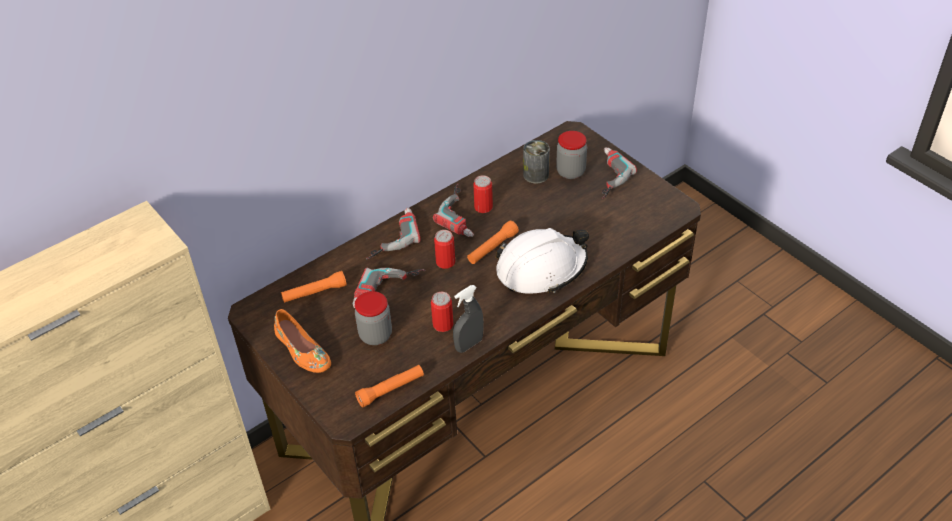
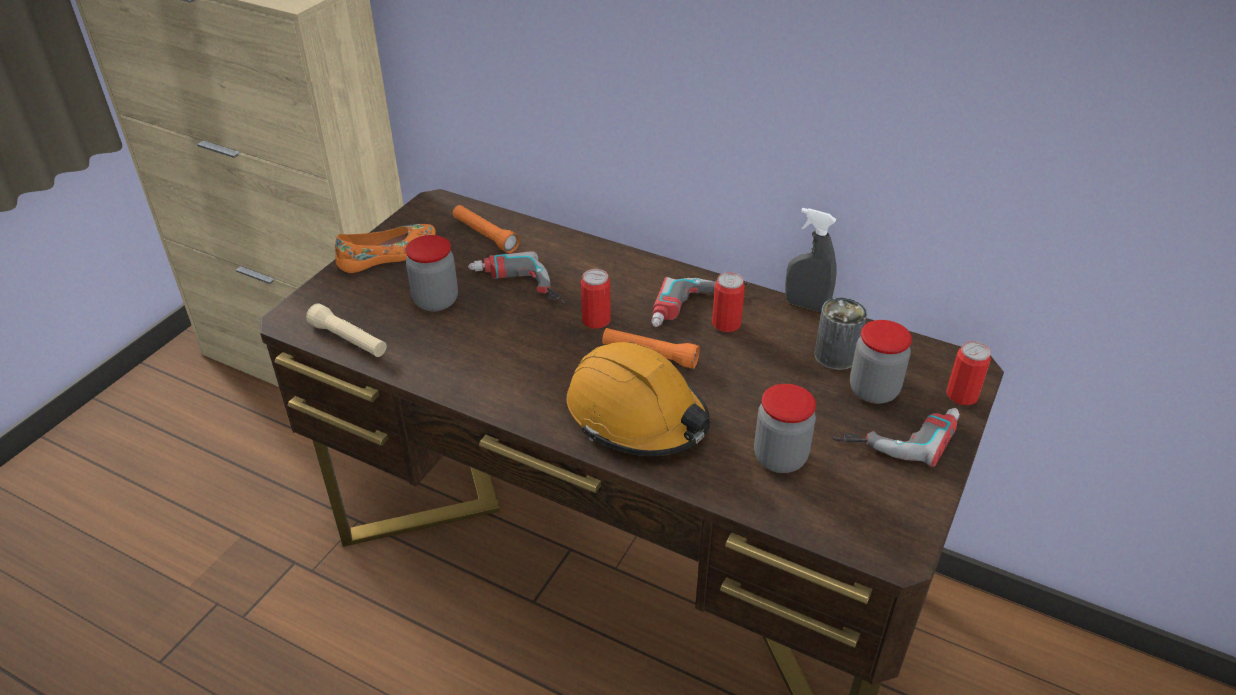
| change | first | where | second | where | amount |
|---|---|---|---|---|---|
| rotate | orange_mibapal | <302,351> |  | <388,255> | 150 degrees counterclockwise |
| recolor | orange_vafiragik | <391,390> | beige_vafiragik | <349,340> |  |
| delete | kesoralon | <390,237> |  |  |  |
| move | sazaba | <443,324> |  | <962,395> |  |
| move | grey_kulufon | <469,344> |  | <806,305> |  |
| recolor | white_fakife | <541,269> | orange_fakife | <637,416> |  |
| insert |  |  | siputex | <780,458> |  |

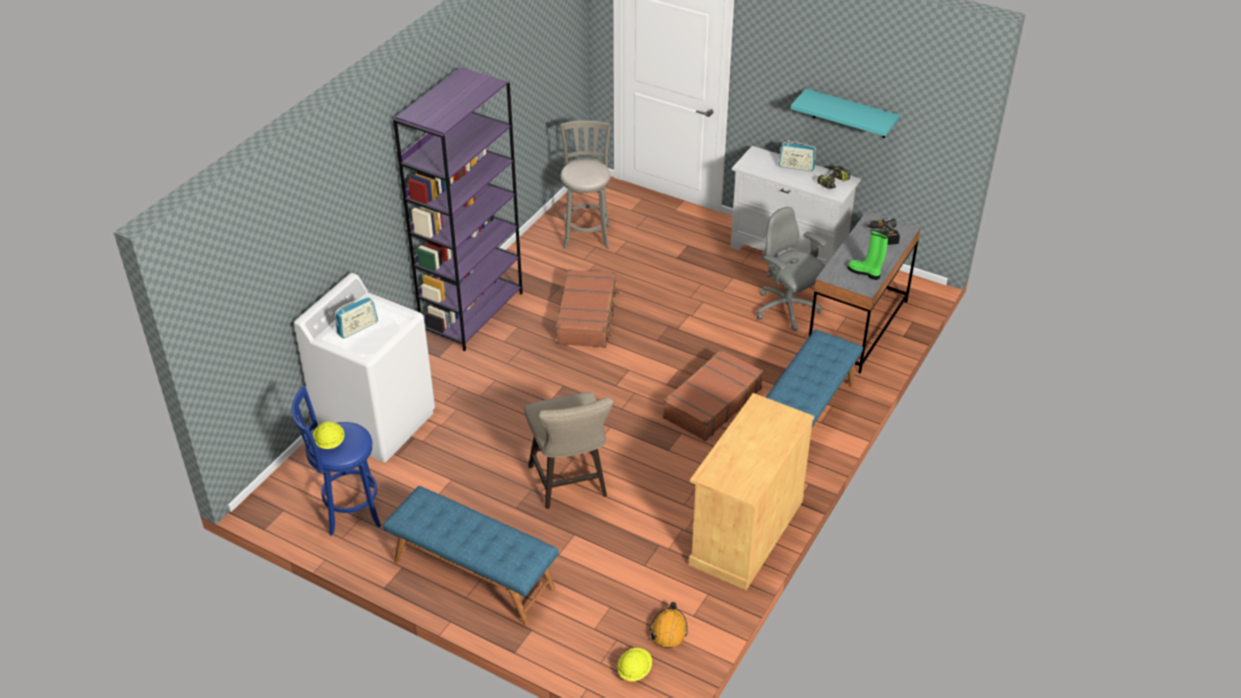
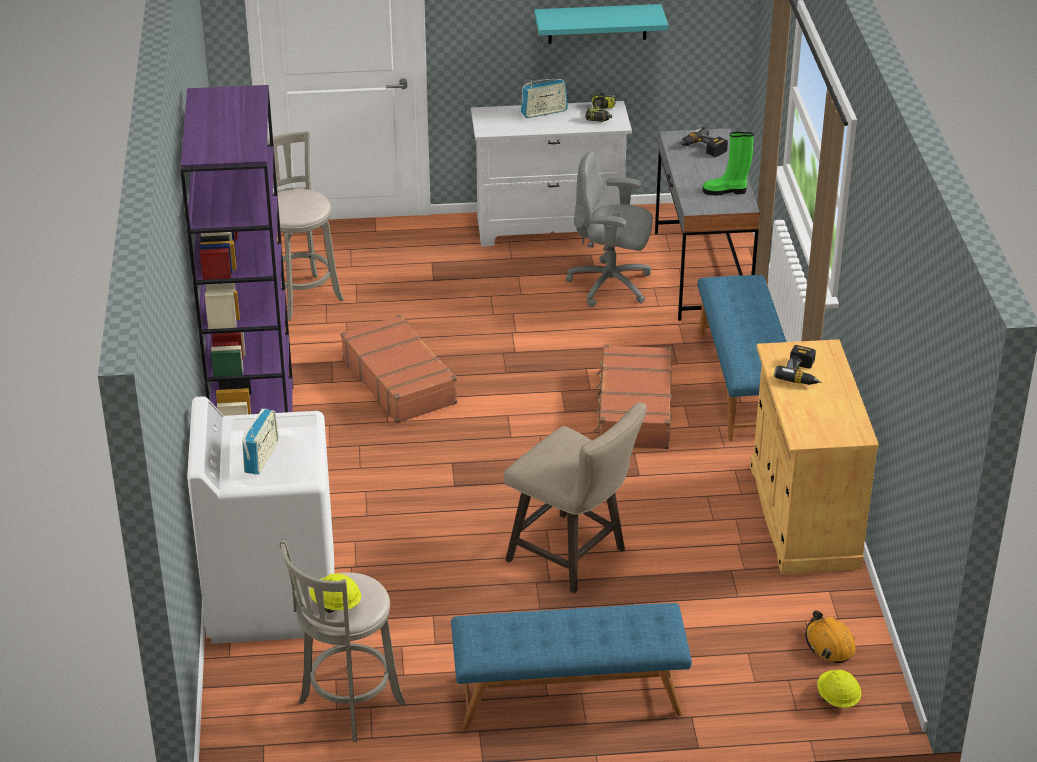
| change | first | where | second | where | amount |
|---|---|---|---|---|---|
| recolor | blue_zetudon | <348,511> | grey_zetudon | <347,706> |  |
| insert |  |  | kesoralon | <802,373> |  |

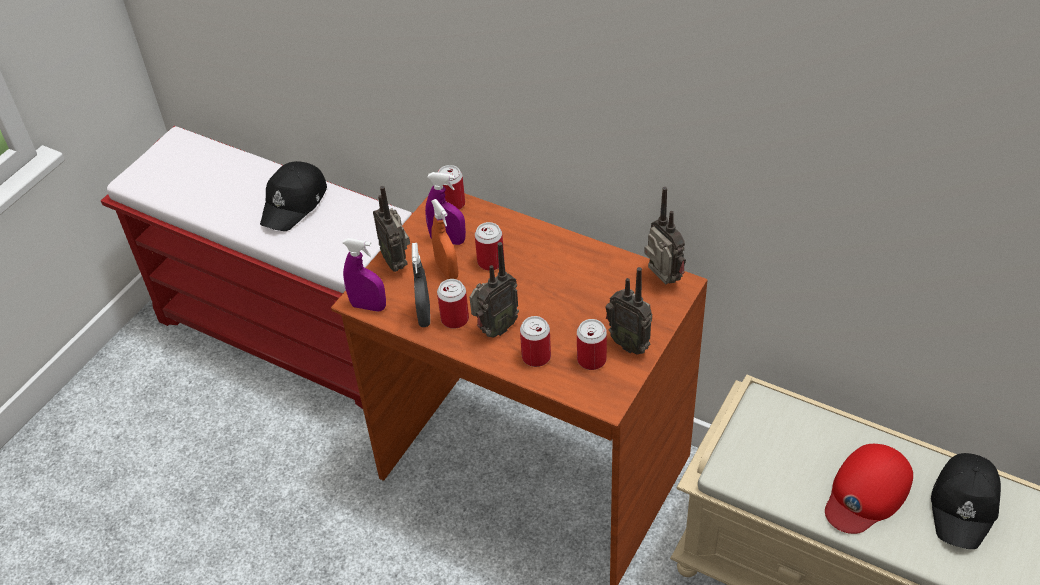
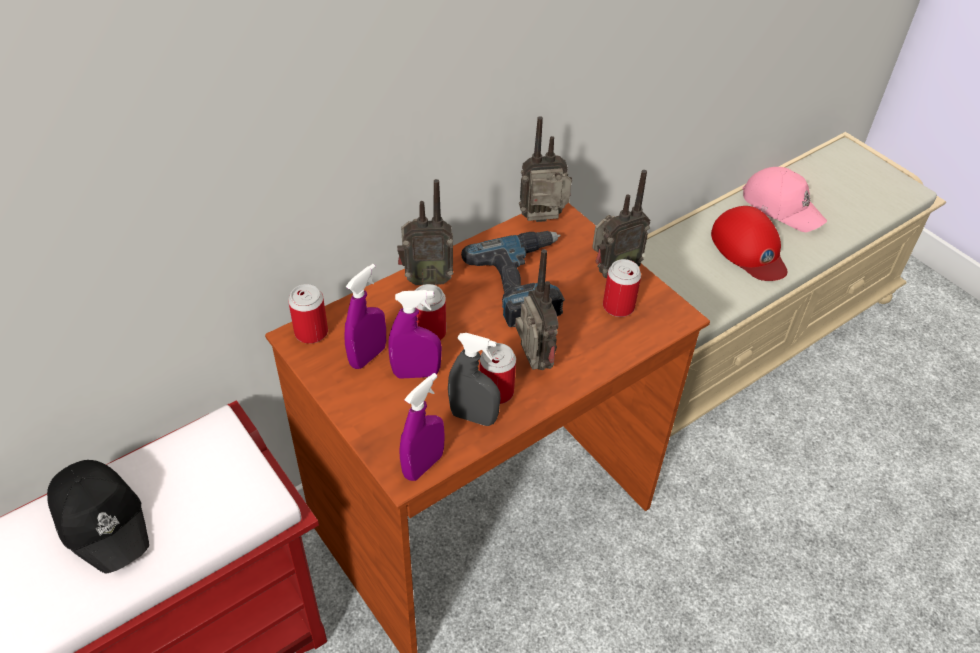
| change | first | where | second | where | amount |
|---|---|---|---|---|---|
| move | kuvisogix | <397,262> |  | <426,280> |  |
| recolor | orange_kulufon | <447,271> | purple_kulufon | <416,373> |  |
| delete | sazaba | <536,356> |  |  |  |
| recolor | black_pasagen | <964,505> | pink_pasagen | <782,207> |  |
| insert |  |  | kesoralon | <525,283> |  |

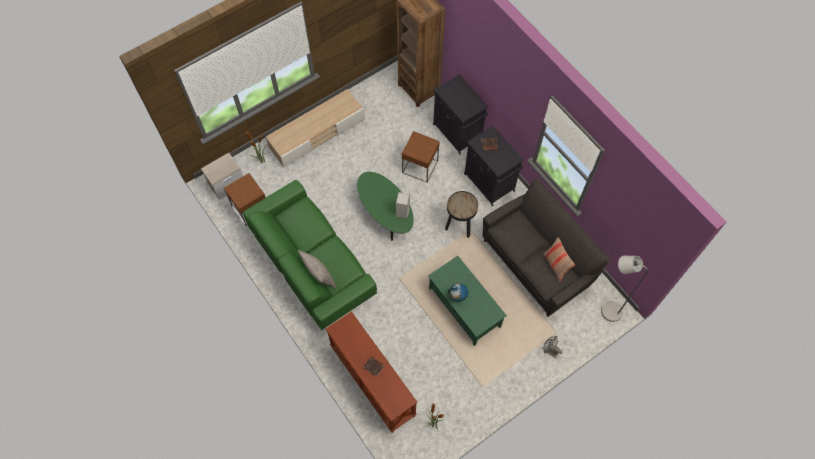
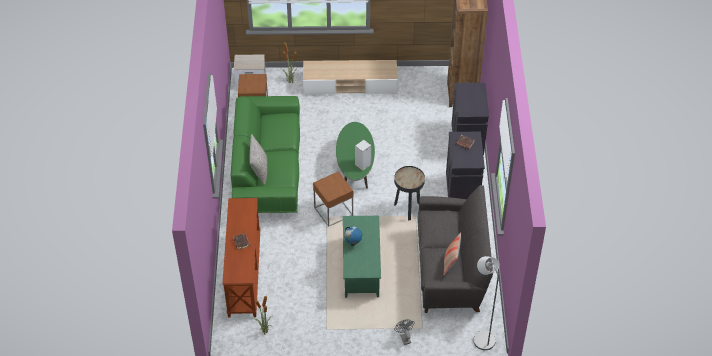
| change | first | where | second | where | amount |
|---|---|---|---|---|---|
| move | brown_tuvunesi | <420,166> |  | <333,211> |  |

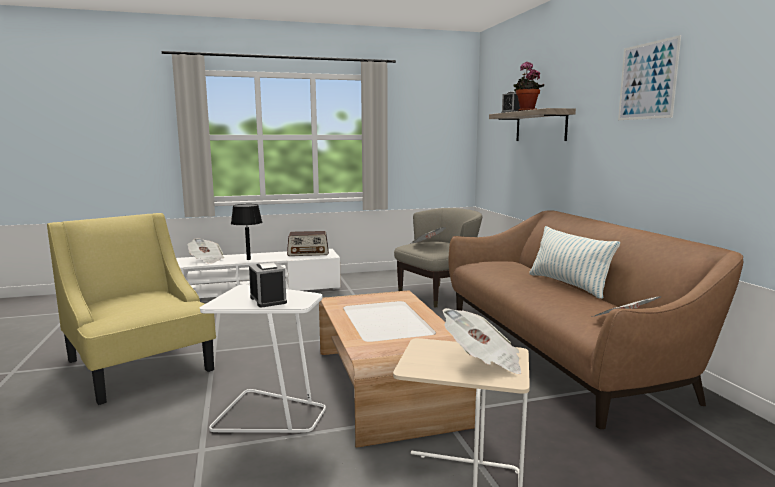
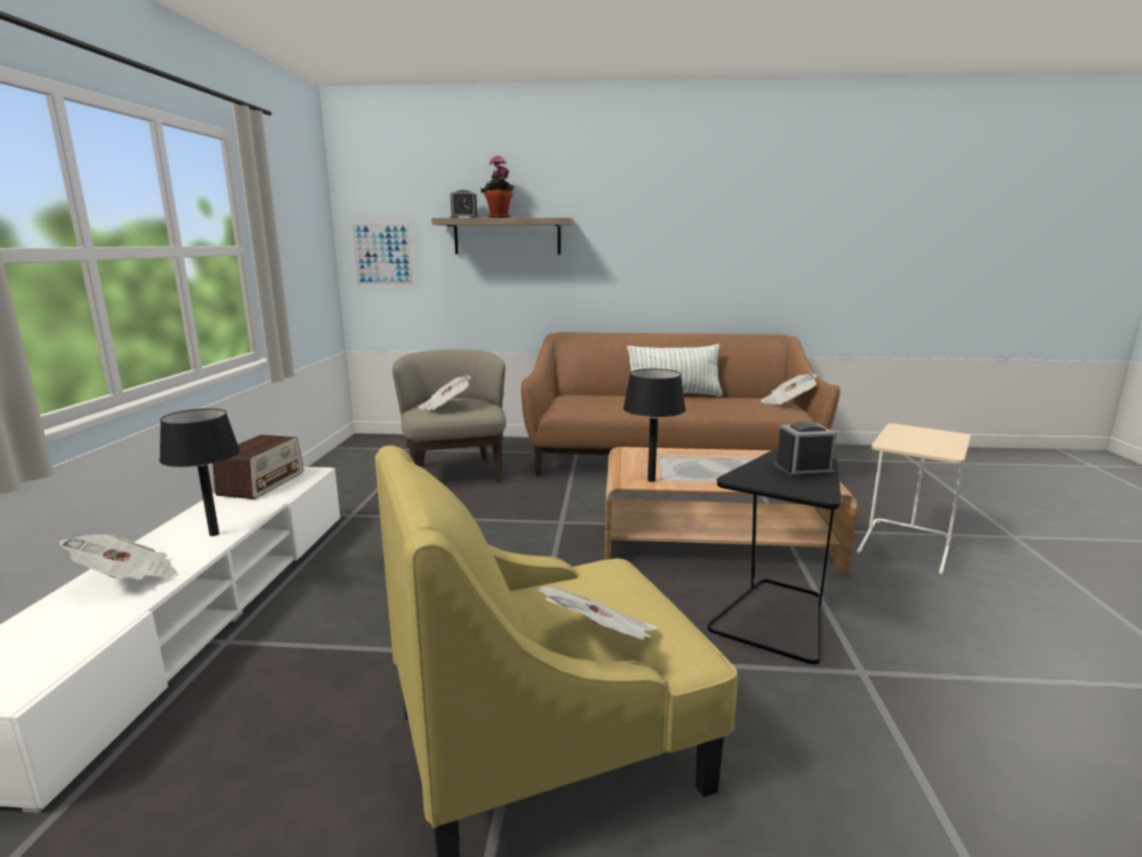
| change | first | where | second | where | amount |
|---|---|---|---|---|---|
| recolor | white_tuvunesi | <270,414> | black_tuvunesi | <774,618> |  |
| move | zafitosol | <483,361> |  | <600,641> |  |
| move | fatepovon | <647,81> |  | <383,254> |  |
| insert |  |  | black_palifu | <651,480> |  |

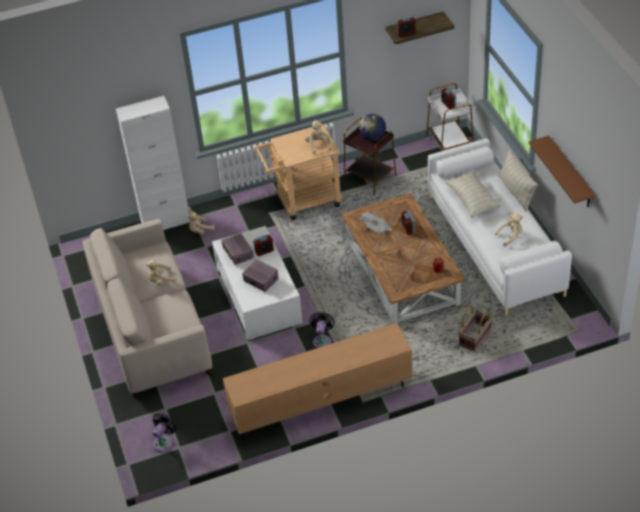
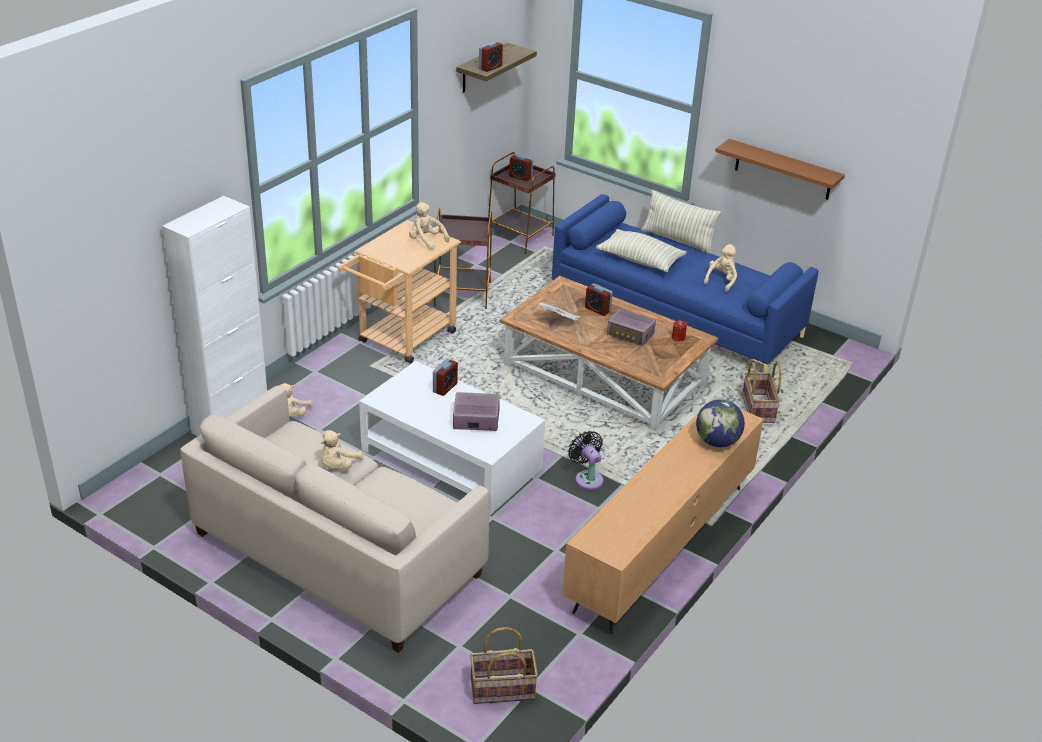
| change | first | where | second | where | amount |
|---|---|---|---|---|---|
| replace | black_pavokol | <164,442> | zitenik | <502,690> |  |
| move | kuvisogix | <238,254> |  | <630,335> |  |
| move | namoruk | <373,137> |  | <717,442> |  |
| recolor | white_tuvunesi | <449,144> | brown_tuvunesi | <520,237> |  |
| recolor | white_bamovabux | <495,244> | blue_bamovabux | <676,313> |  |

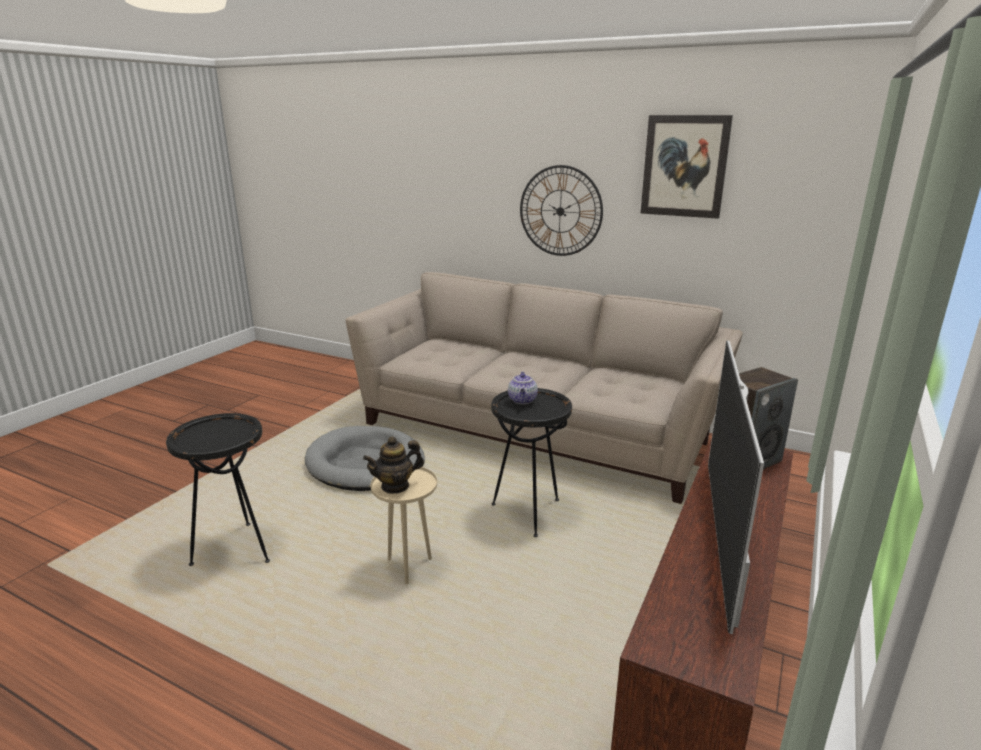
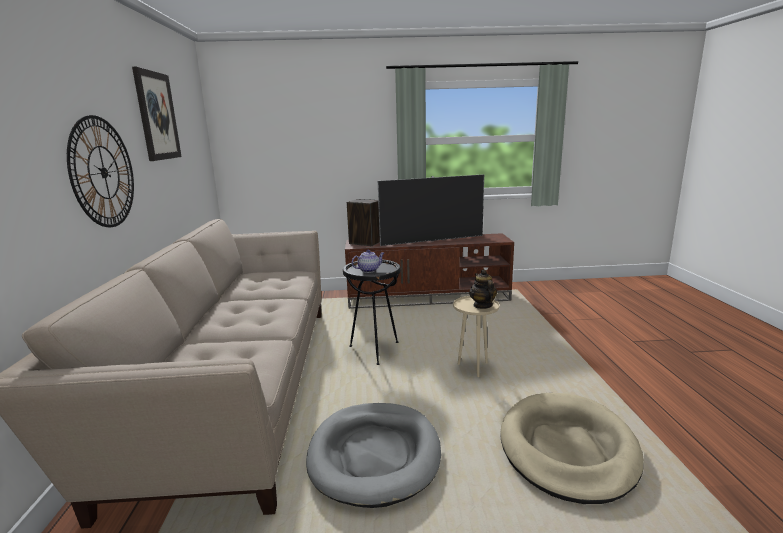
| change | first | where | second | where | amount |
|---|---|---|---|---|---|
| replace | black_tuvunesi | <236,550> | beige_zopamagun | <567,449> |  |
| rotate | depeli | <395,486> |  | <482,305> | 135 degrees counterclockwise |

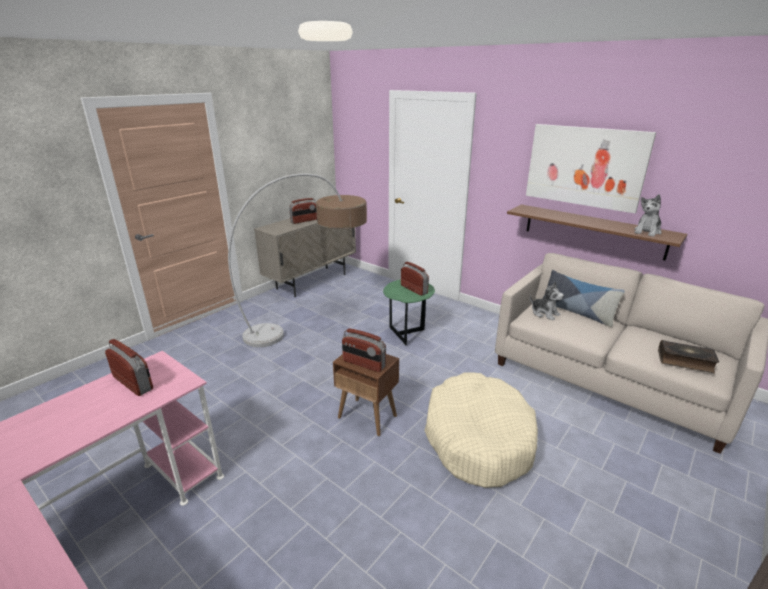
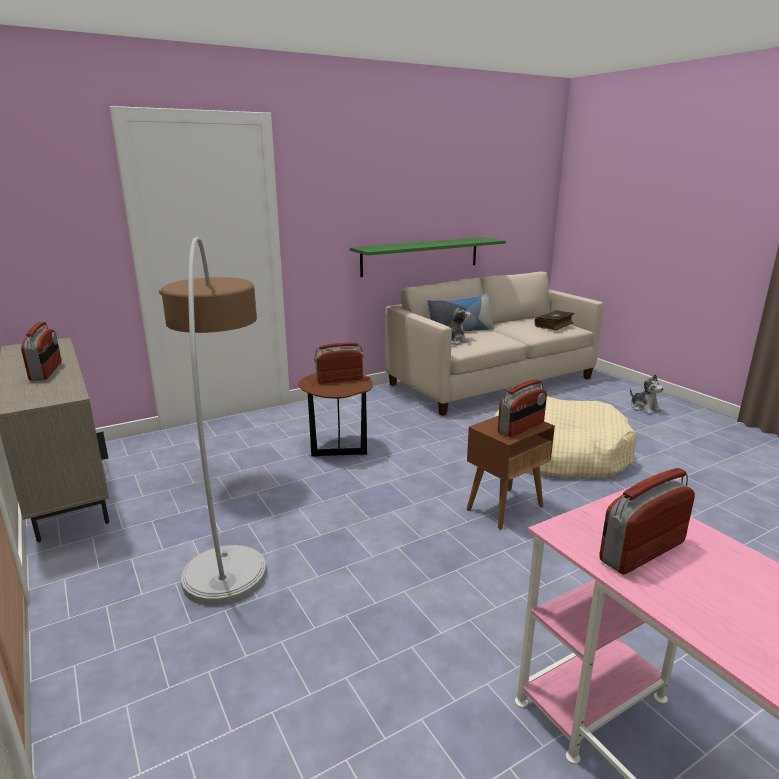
| change | first | where | second | where | amount |
|---|---|---|---|---|---|
| recolor | green_tuvunesi | <407,333> | brown_tuvunesi | <338,448> |  |
| recolor | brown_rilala | <593,231> | green_rilala | <420,256> |  |
| delete | fatepovon | <585,166> |  |  |  |
| move | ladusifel | <647,232> |  | <644,408> |  |

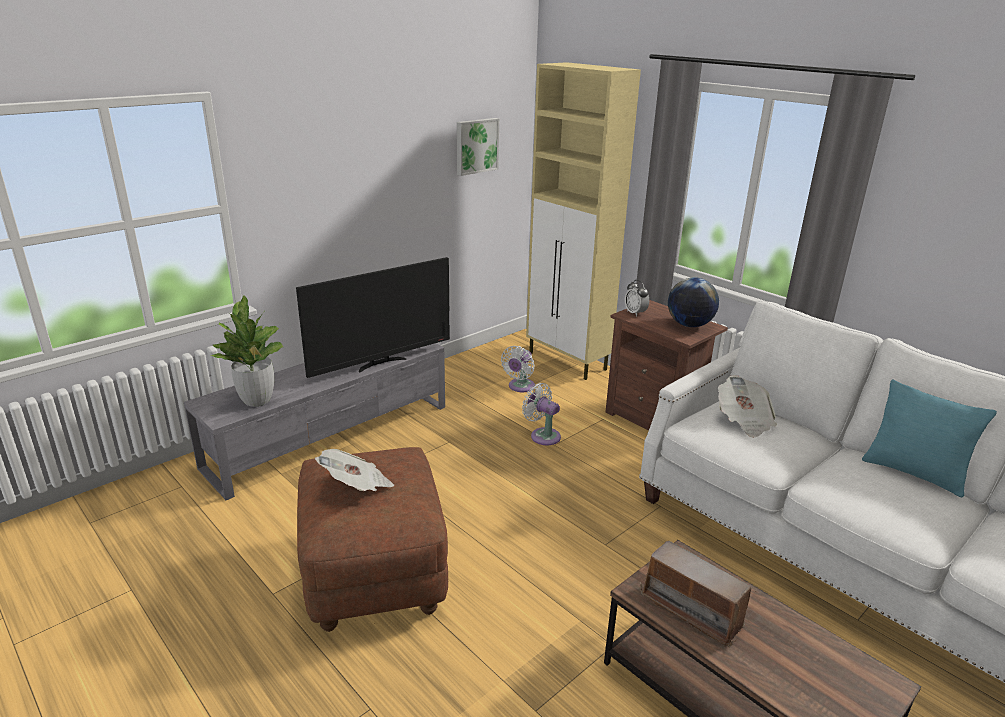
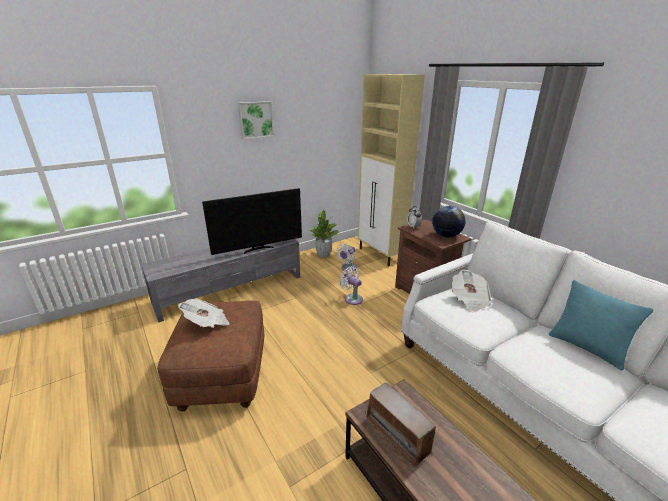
| change | first | where | second | where | amount |
|---|---|---|---|---|---|
| move | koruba | <257,400> |  | <324,255> |  |
| move | fatepovon | <476,146> |  | <255,119> |  |

